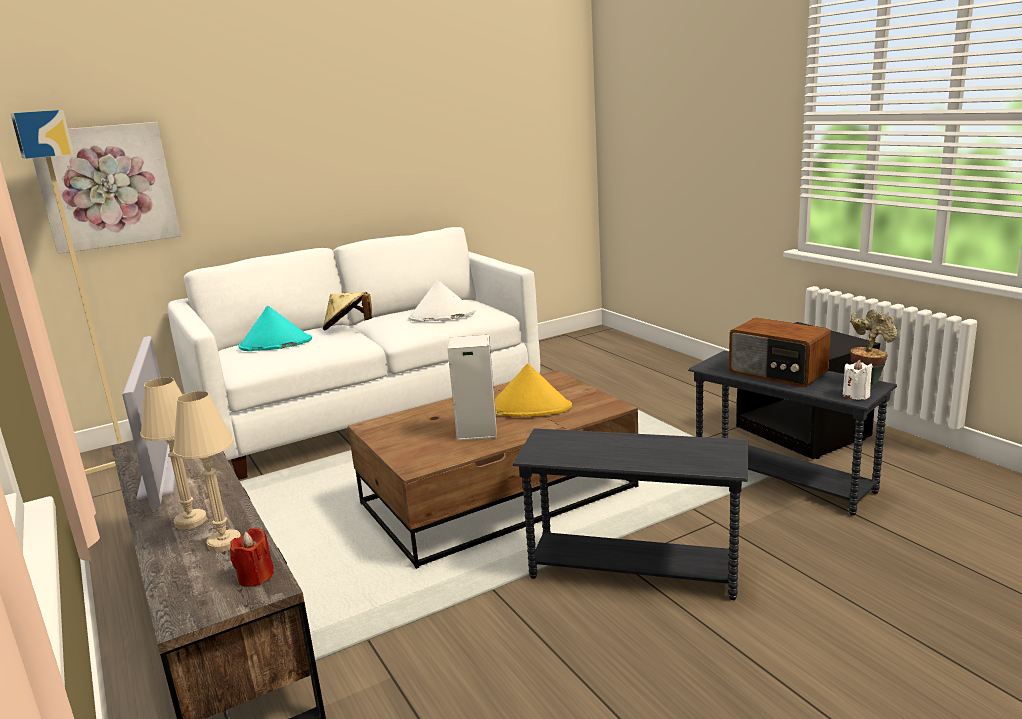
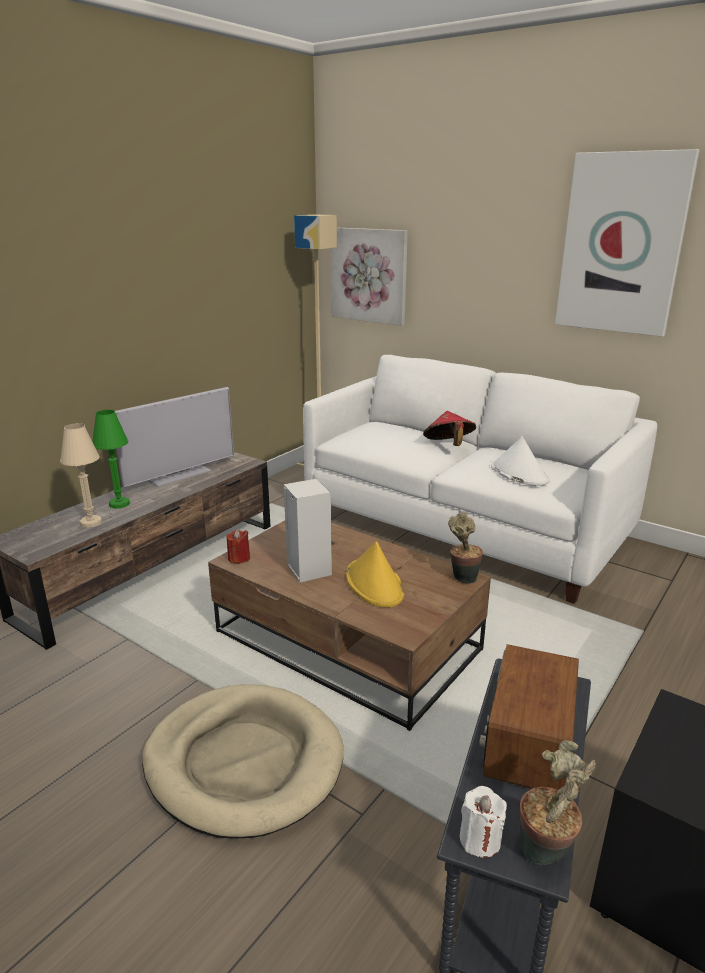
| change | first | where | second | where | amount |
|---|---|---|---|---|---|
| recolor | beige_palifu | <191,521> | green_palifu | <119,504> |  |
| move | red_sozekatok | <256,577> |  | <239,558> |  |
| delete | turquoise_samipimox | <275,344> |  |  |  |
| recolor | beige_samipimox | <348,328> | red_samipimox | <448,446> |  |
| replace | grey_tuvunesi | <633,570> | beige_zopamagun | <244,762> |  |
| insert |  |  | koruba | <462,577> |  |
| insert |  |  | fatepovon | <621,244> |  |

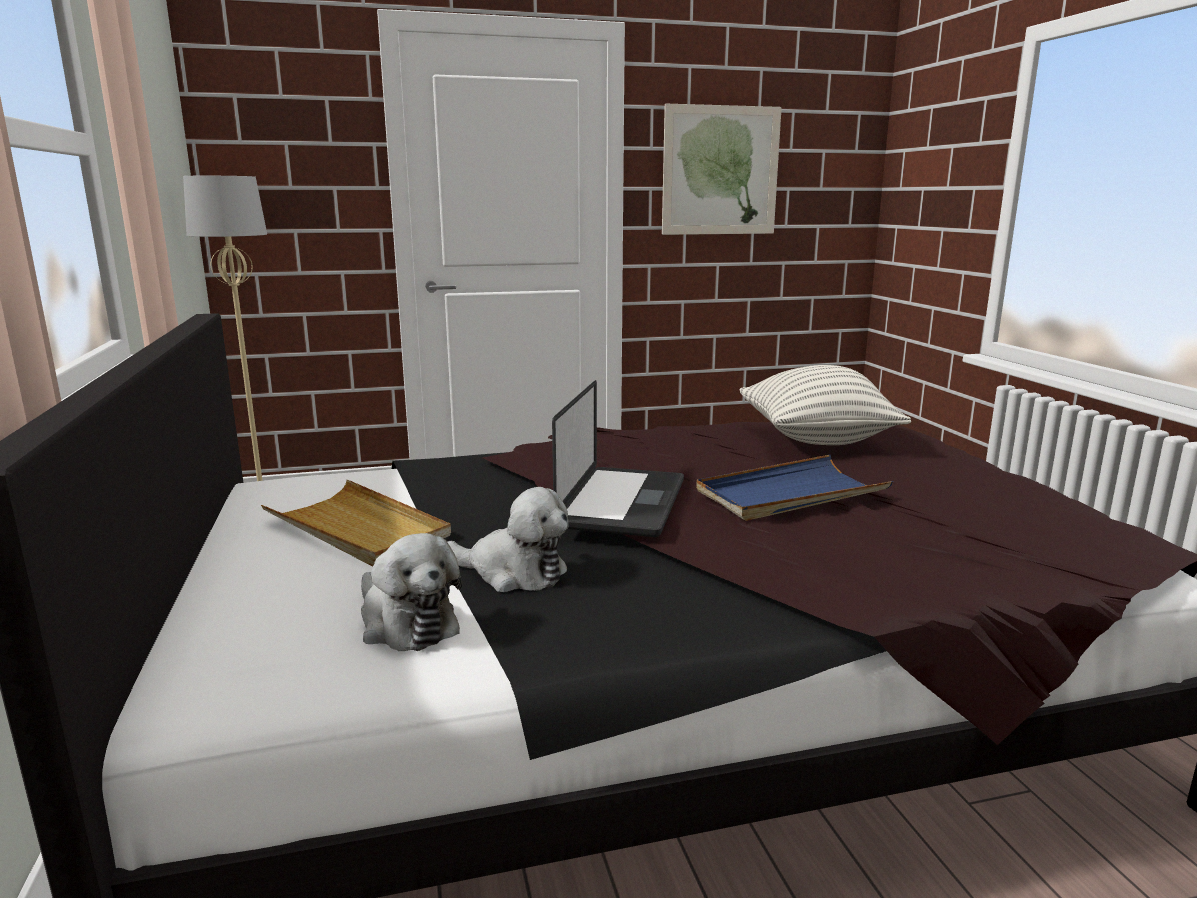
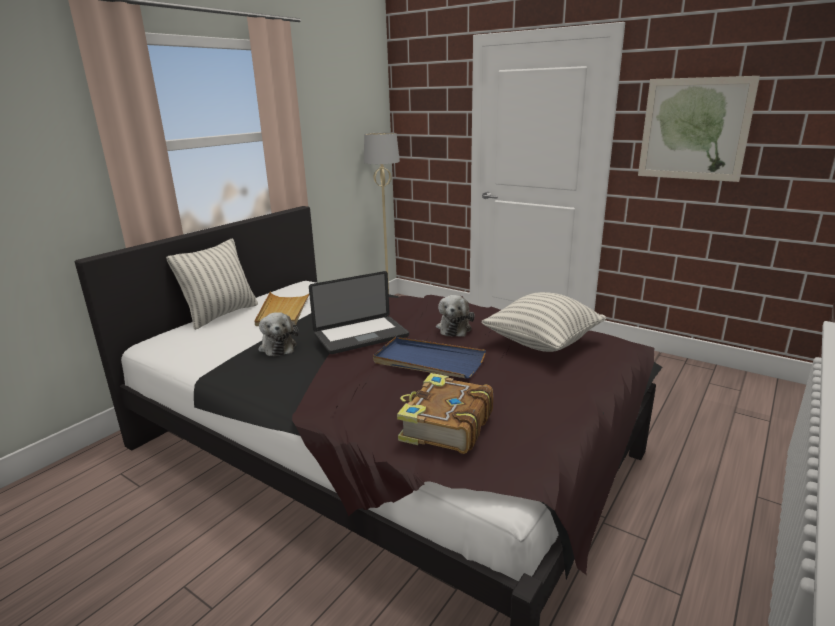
| change | first | where | second | where | amount |
|---|---|---|---|---|---|
| move | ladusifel | <406,623> |  | <454,328> |  |
| insert |  |  | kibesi | <221,315> |  |
| insert |  |  | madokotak | <445,426> |  |

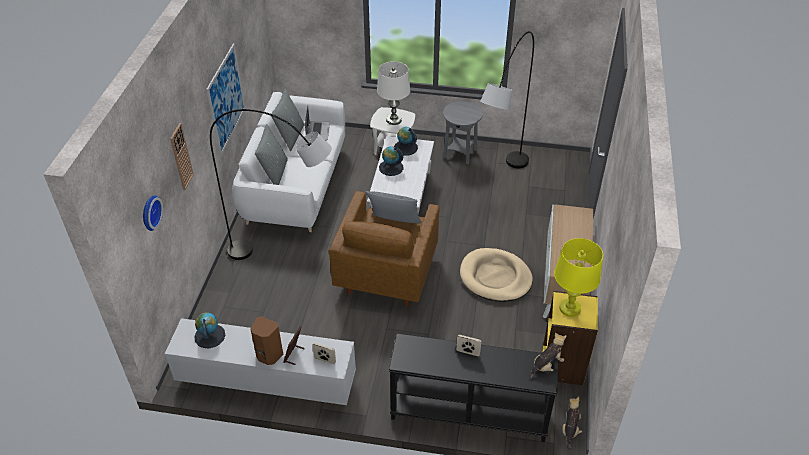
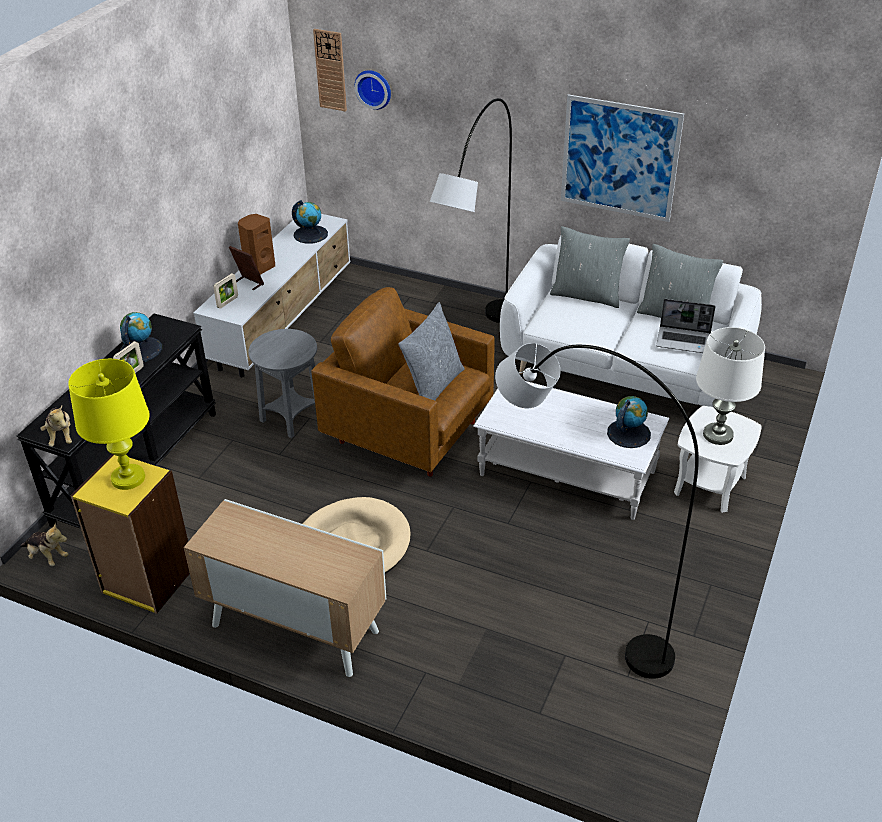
| change | first | where | second | where | amount |
|---|---|---|---|---|---|
| move | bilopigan | <181,157> |  | <330,70> |  |
| move | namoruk | <391,167> |  | <141,349> |  |
| move | grey_tuvunesi | <460,153> |  | <291,418> |  |

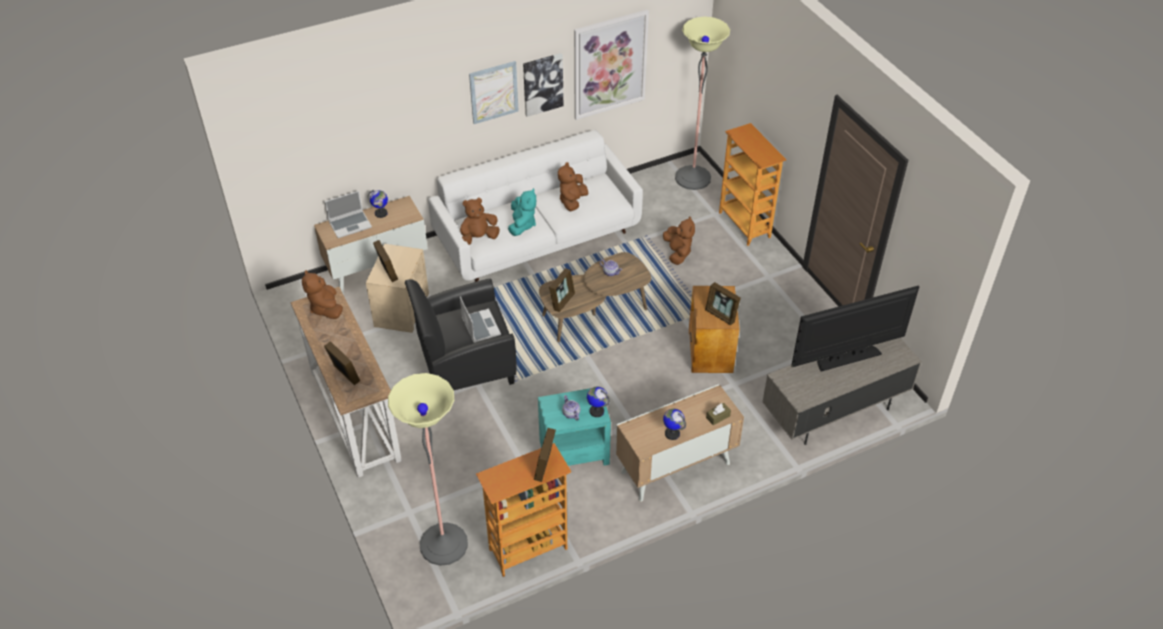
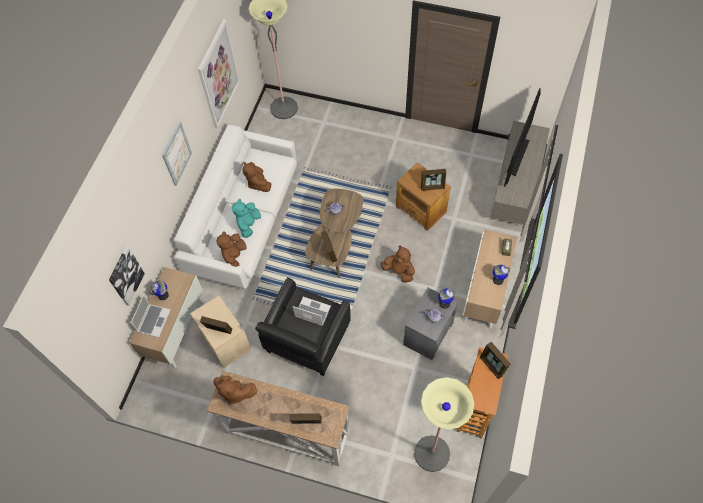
| change | first | where | second | where | amount |
|---|---|---|---|---|---|
| rotate | turquoise_ladusifel | <522,225> |  | <248,224> | 120 degrees counterclockwise |
| move | fatepovon | <542,84> |  | <125,276> |  |
| recolor | turquoise_tuvunesi | <573,452> | grey_tuvunesi | <427,334> |  |
| move | brown_ladusifel | <678,253> |  | <399,271> |  |
| delete | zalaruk | <745,225> |  |  |  |

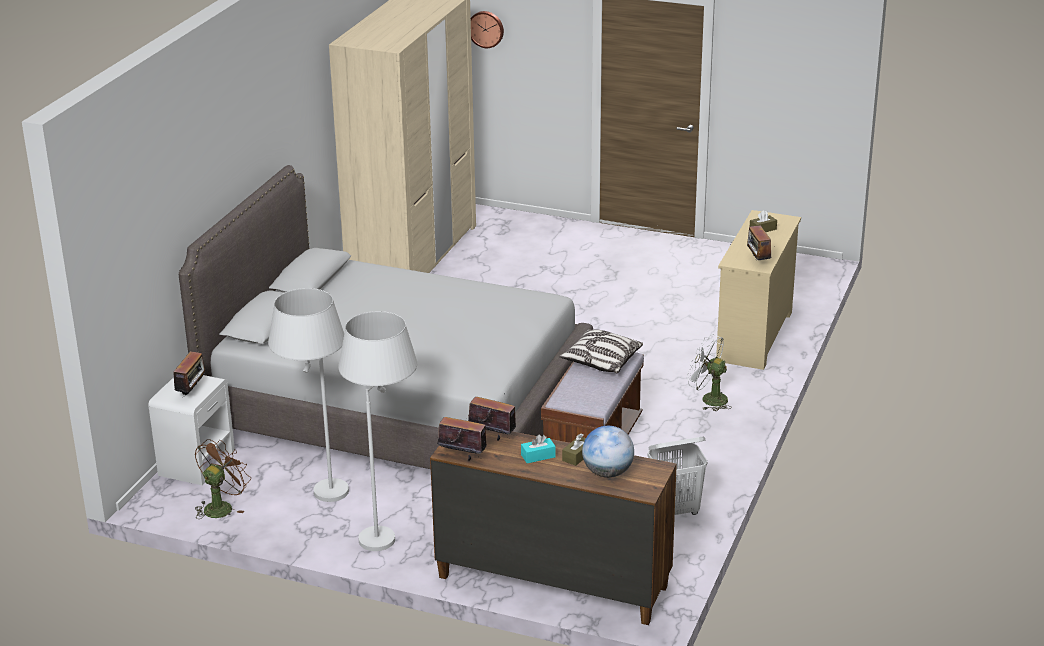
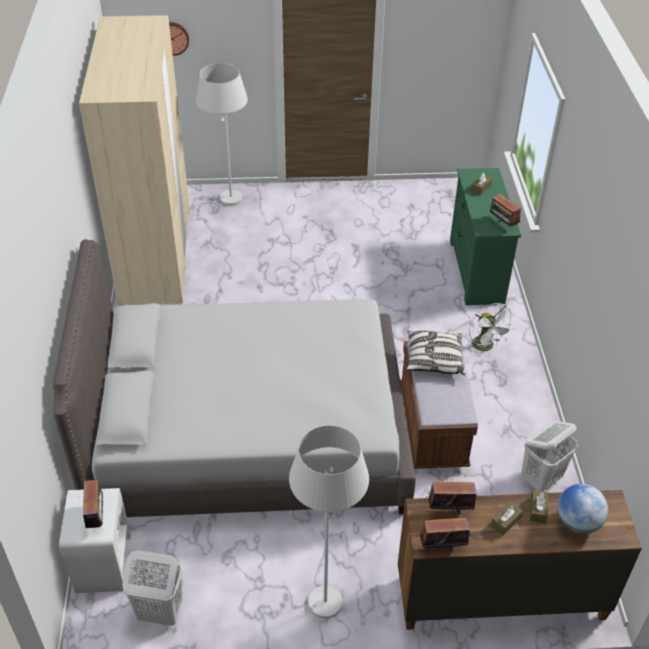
| change | first | where | second | where | amount |
|---|---|---|---|---|---|
| replace | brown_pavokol | <221,506> | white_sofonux | <159,612> |  |
| move | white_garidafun | <320,502> |  | <229,206> |  |
| recolor | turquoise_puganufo | <538,456> | brown_puganufo | <505,522> |  |
| rotate | white_pavokol | <708,399> |  | <486,347> | 120 degrees counterclockwise |
| recolor | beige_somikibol | <754,336> | green_somikibol | <476,271> |  |

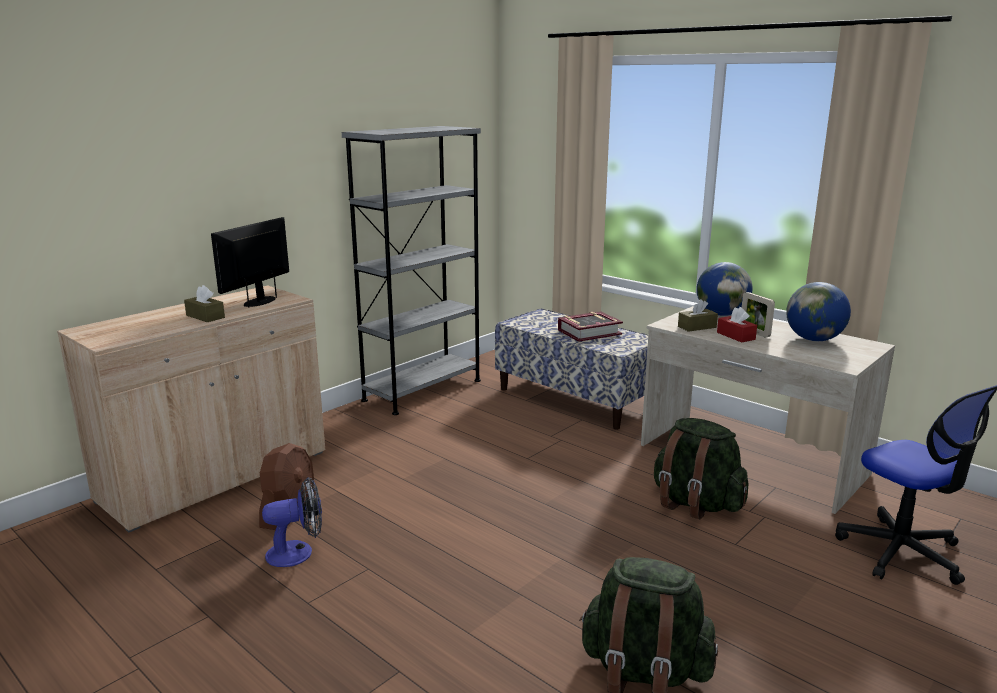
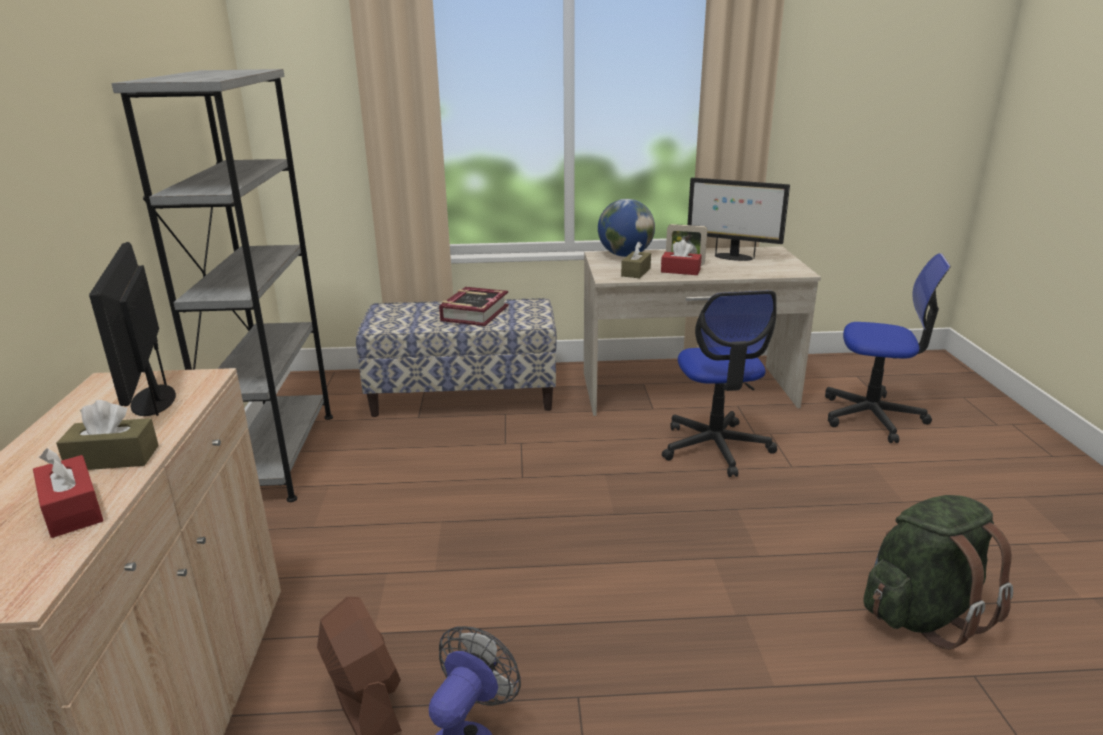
| change | first | where | second | where | amount |
|---|---|---|---|---|---|
| replace | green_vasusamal | <695,504> | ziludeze | <715,448> |  |
| replace | namoruk | <814,339> | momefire | <732,257> |  |
| insert |  |  | red_puganufo | <72,510> |  |

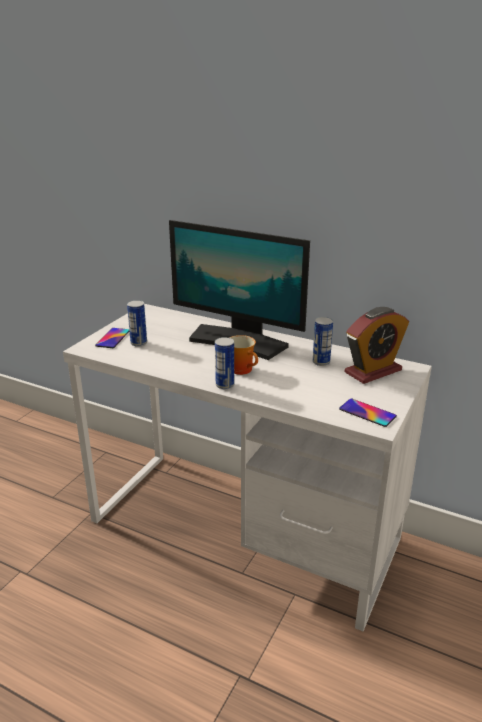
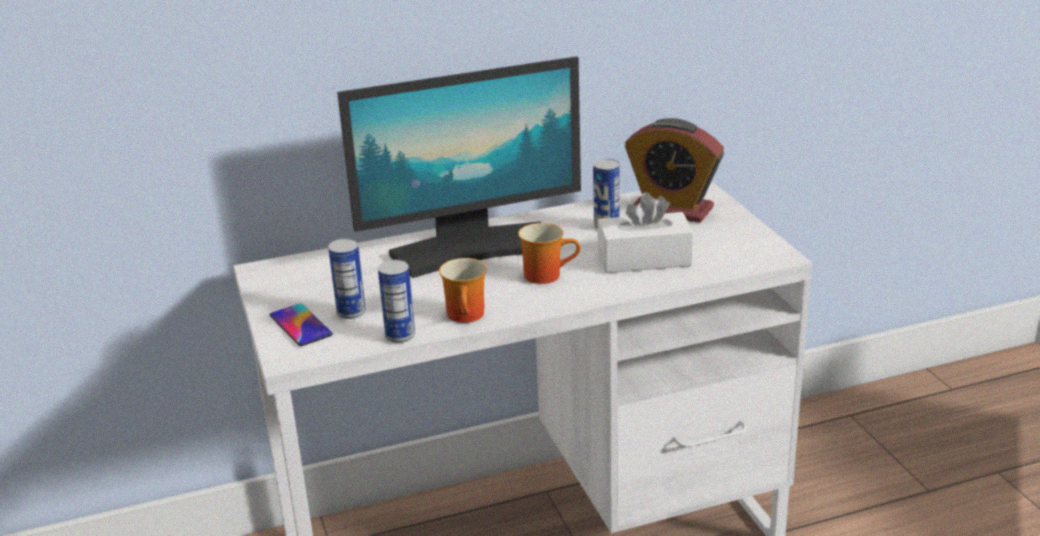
| change | first | where | second | where | amount |
|---|---|---|---|---|---|
| move | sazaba | <225,385> |  | <400,335> |  |
| delete | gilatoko | <367,413> |  |  |  |
| rotate | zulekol | <373,371> |  | <672,209> | 105 degrees clockwise |
| insert |  |  | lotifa | <468,315> |  |
| insert |  |  | white_puganufo | <644,259> |  |

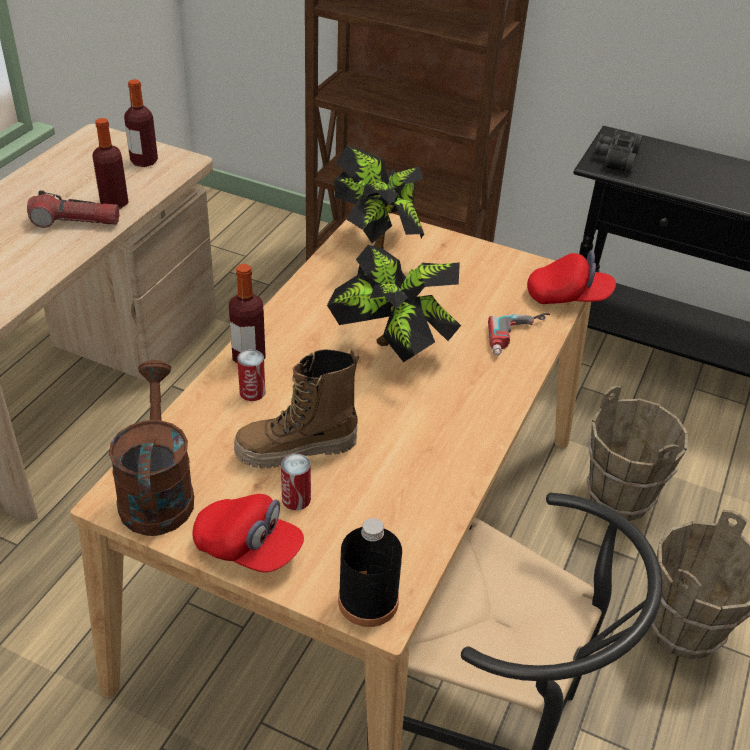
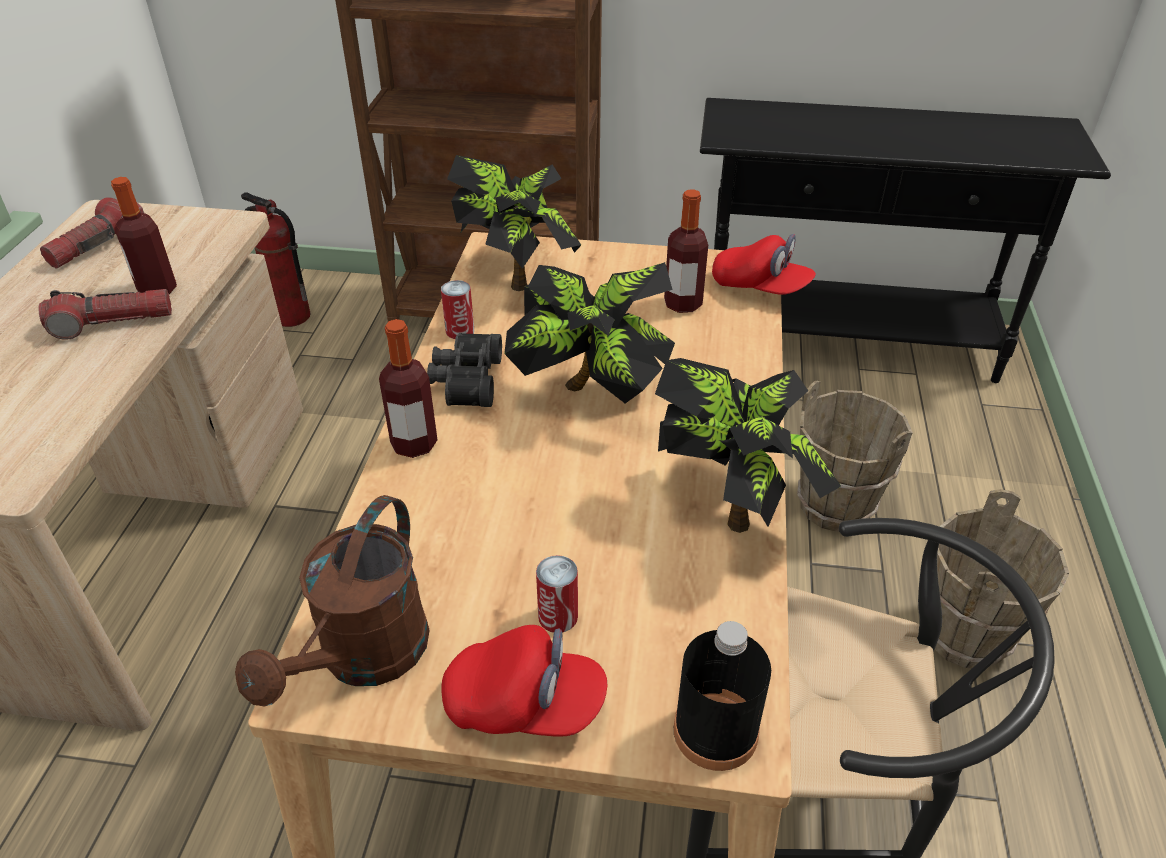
| change | first | where | second | where | amount |
|---|---|---|---|---|---|
| rotate | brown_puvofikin | <157,491> |  | <364,659> | 135 degrees counterclockwise |
| move | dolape | <144,161> |  | <683,304> |  |
| delete | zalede | <296,450> |  |  |  |
| move | sazaba | <252,392> |  | <460,331> |  |
| delete | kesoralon | <520,338> |  |  |  |
| rotate | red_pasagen | <568,297> |  | <760,287> | 45 degrees clockwise |
| move | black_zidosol | <615,158> |  | <465,380> |  |
| insert |  |  | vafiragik | <98,245> |  |
| insert |  |  | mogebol | <291,317> |  |
| insert |  |  | koruba | <732,506> |  |

